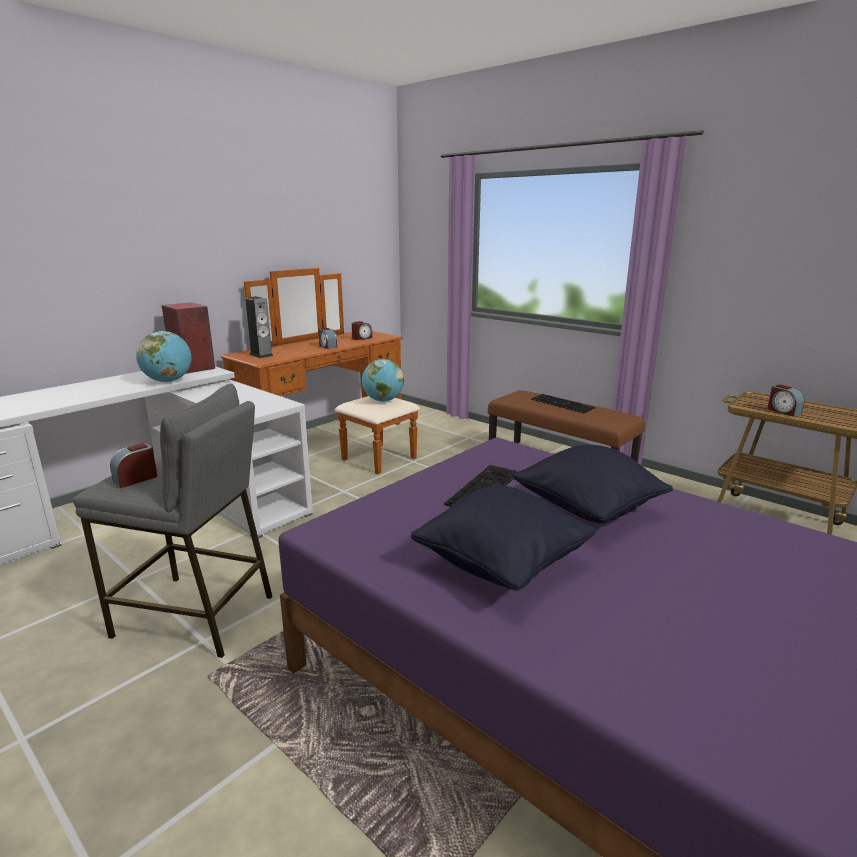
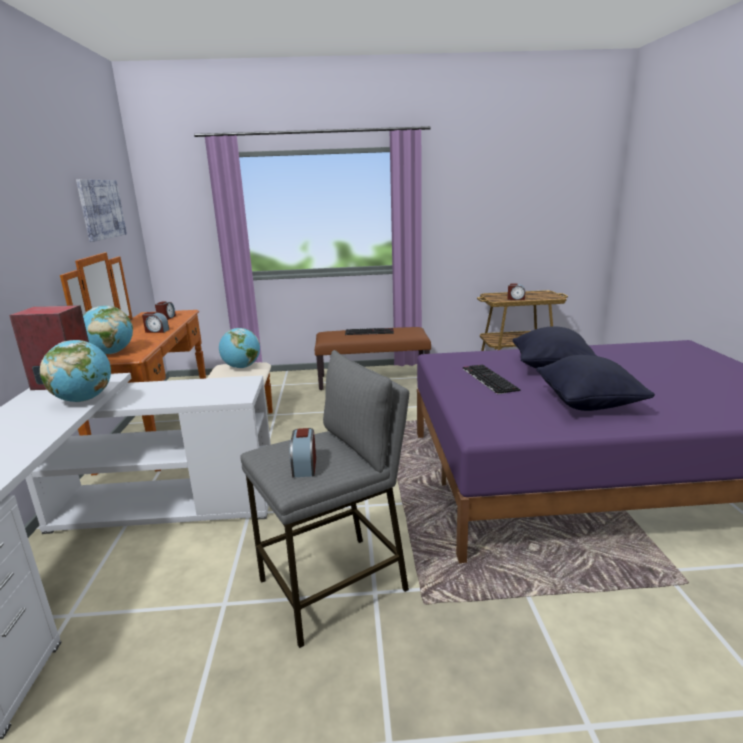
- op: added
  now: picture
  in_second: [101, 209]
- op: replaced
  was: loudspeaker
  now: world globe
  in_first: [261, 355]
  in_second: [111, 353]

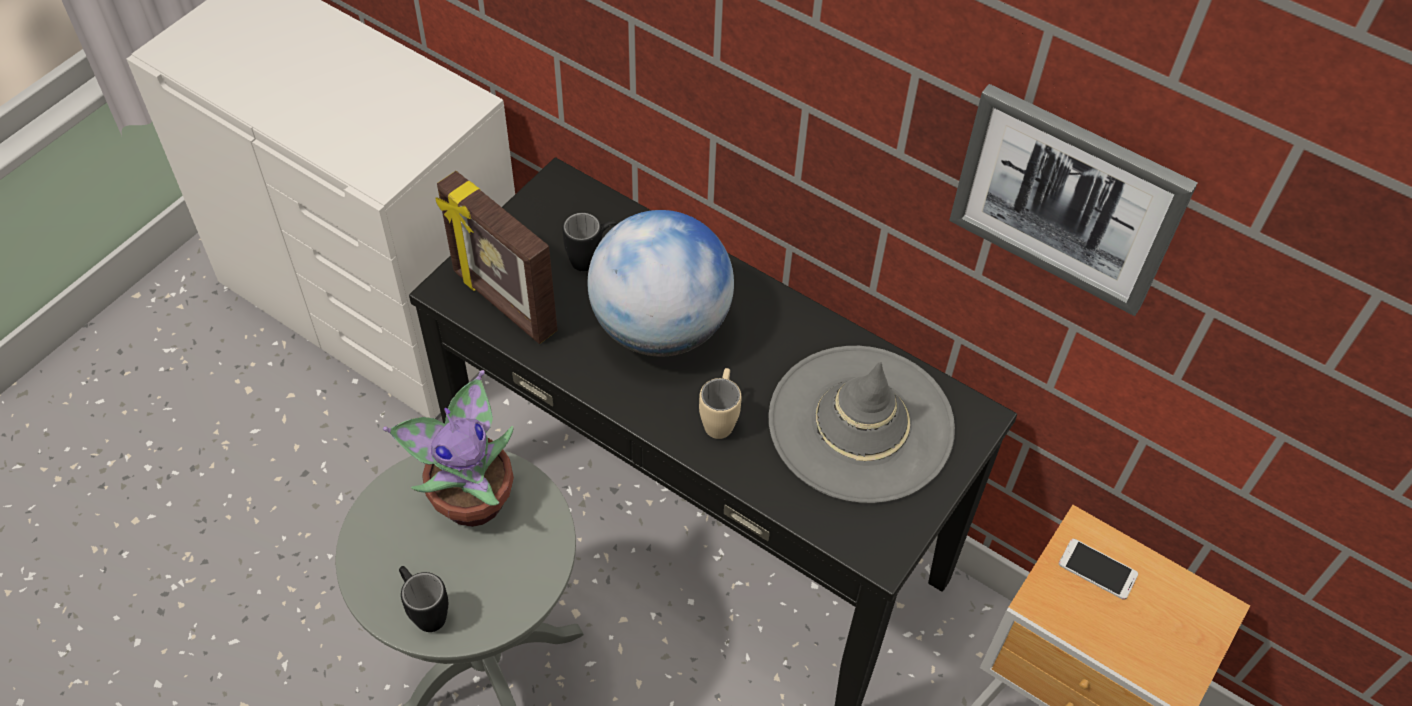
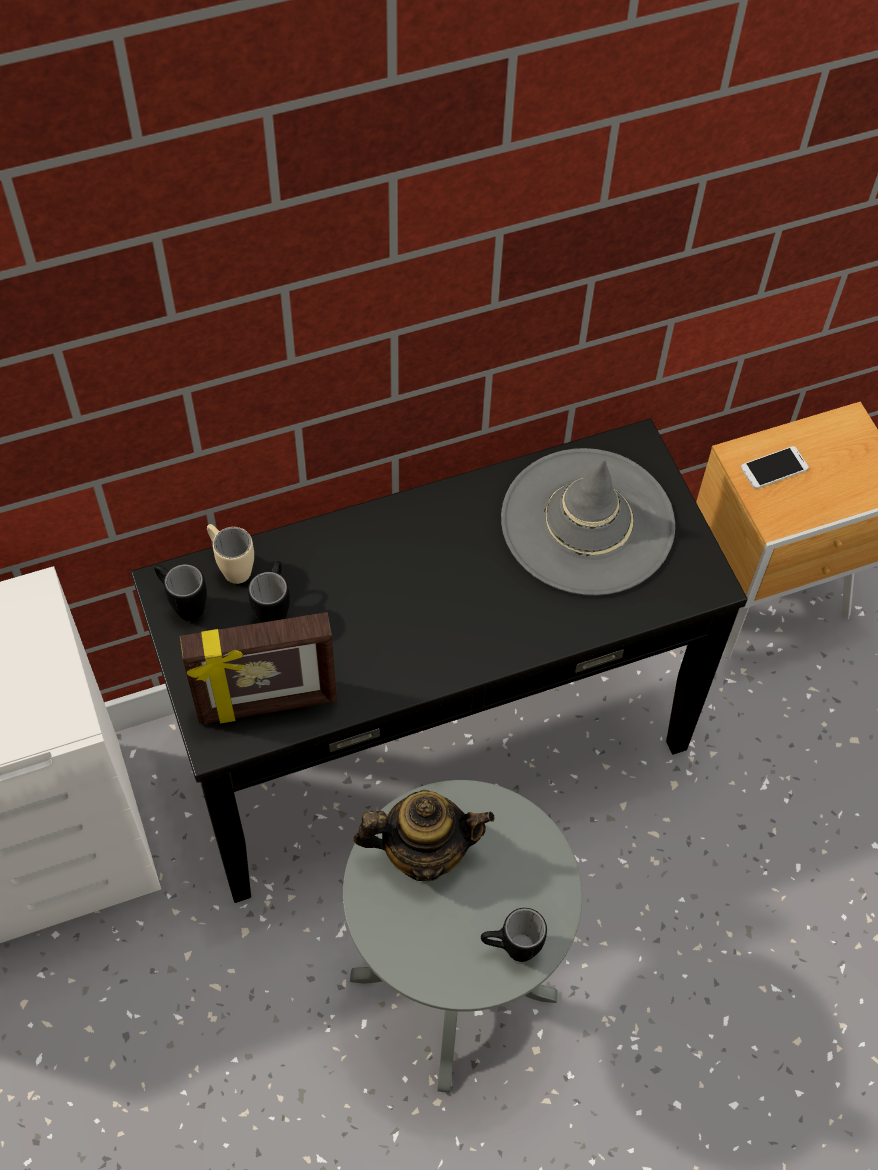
- op: added
  now: tea mug (blackish)
  in_second: [183, 604]
- op: moved
  was: tea mug (beige)
  in_first: [720, 418]
  in_second: [231, 566]
- op: replaced
  was: potted plant
  now: teapot
  in_first: [471, 497]
  in_second: [423, 851]
- op: removed
  was: world globe
  in_first: [660, 327]
- op: removed
  was: picture
  in_first: [1067, 198]

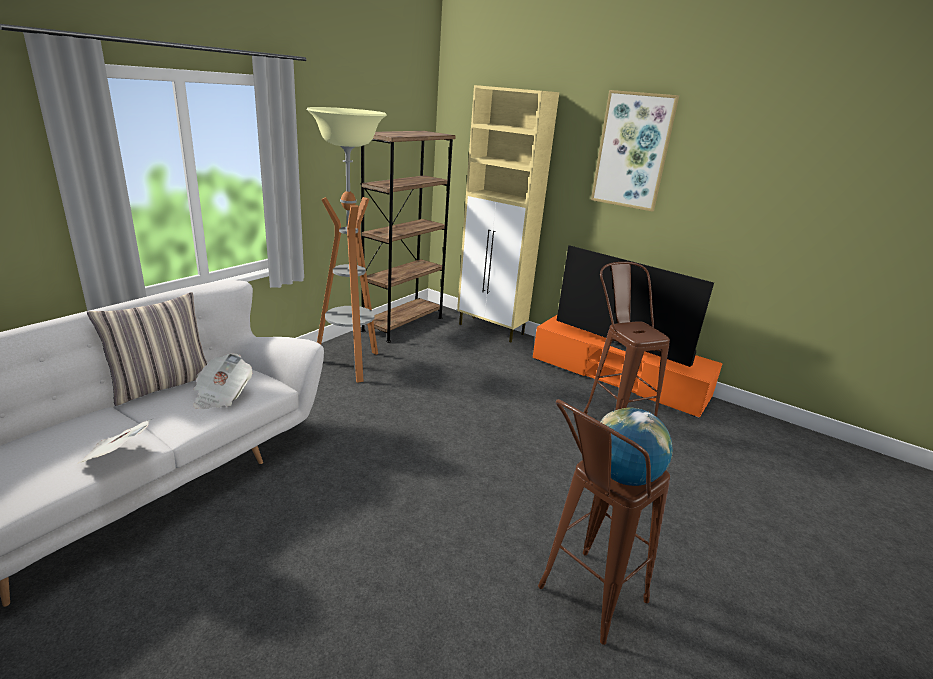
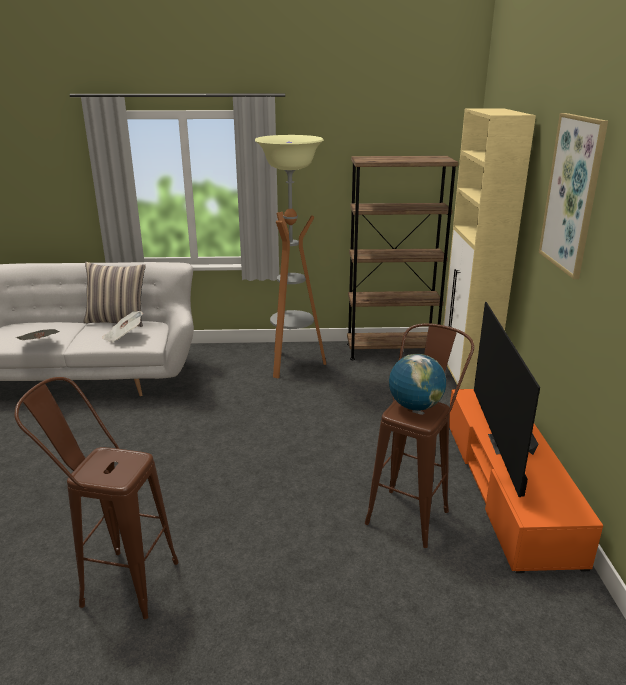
- op: moved
  was: world globe
  in_first: [624, 477]
  in_second: [415, 406]

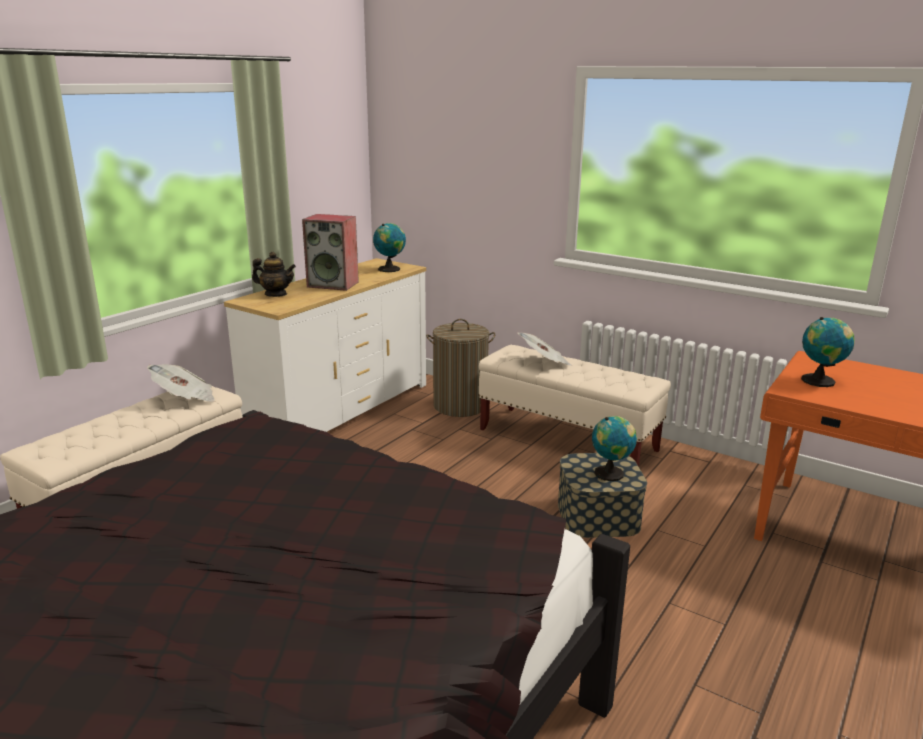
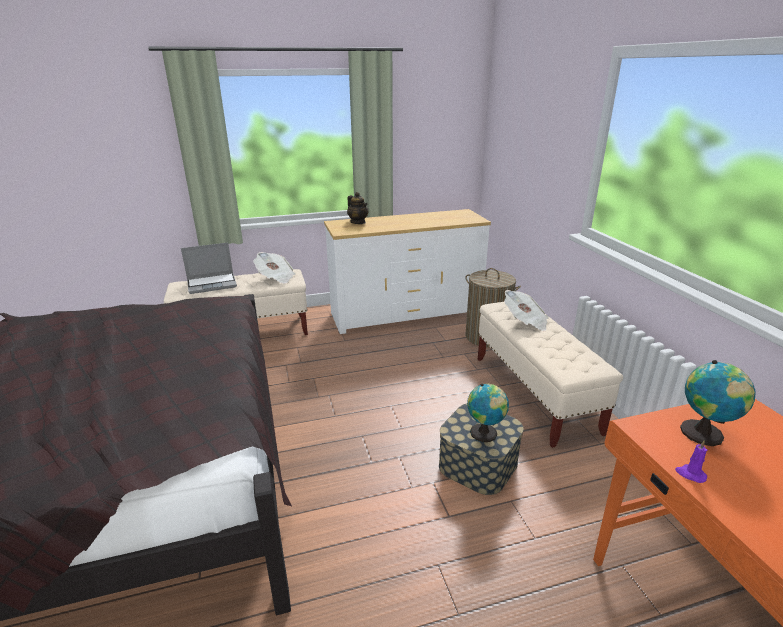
- op: added
  now: notebook computer
  in_second: [212, 284]
- op: added
  now: wax light (purple-coloured)
  in_second: [690, 474]
- op: removed
  was: loudspeaker
  in_first: [334, 284]
- op: removed
  was: world globe
  in_first: [390, 269]

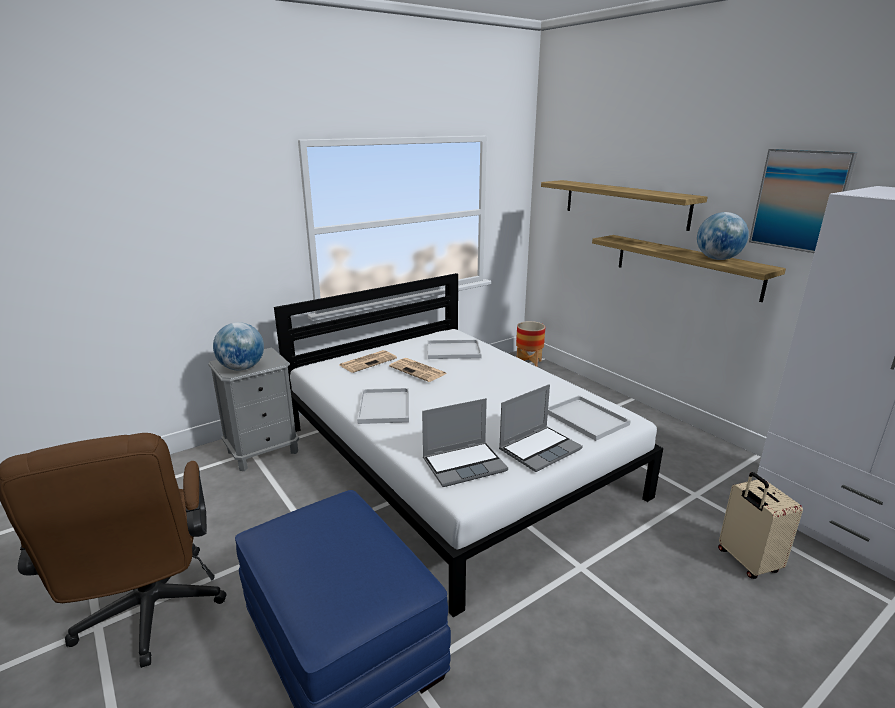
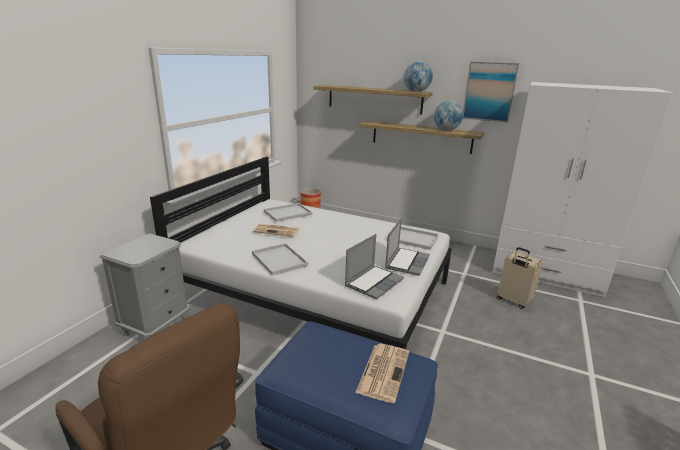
- op: moved
  was: printed paper
  in_first: [368, 361]
  in_second: [383, 371]
- op: moved
  was: world globe
  in_first: [242, 368]
  in_second: [416, 91]

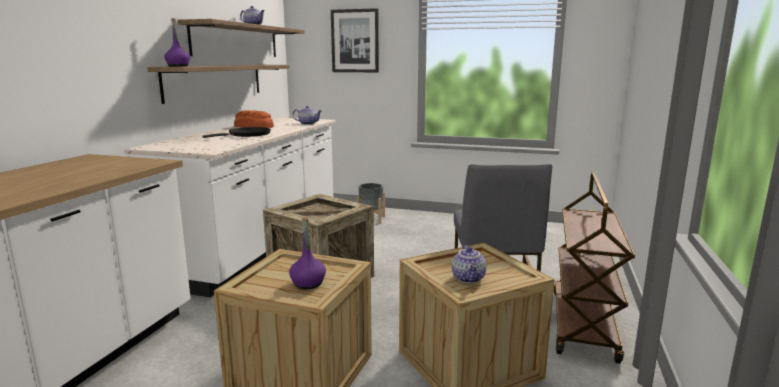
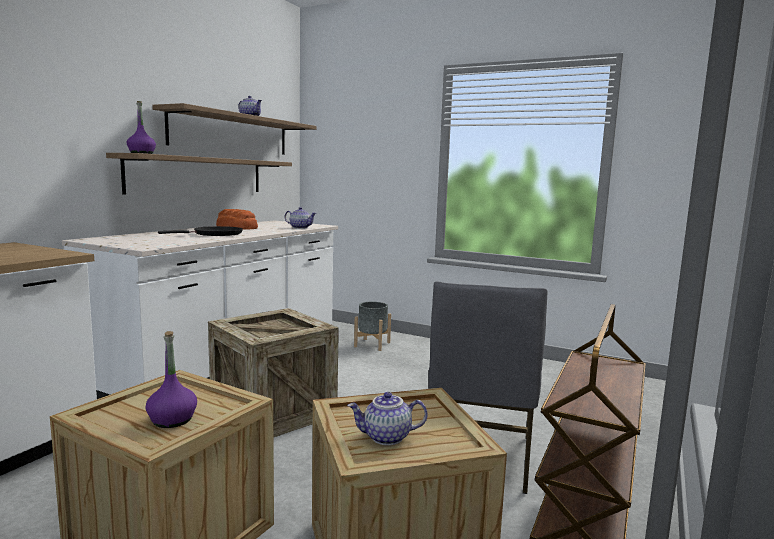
- op: turned
  was: teapot
  in_first: [469, 278]
  in_second: [386, 438]
  clockwise: 75
- op: removed
  was: picture
  in_first: [355, 41]

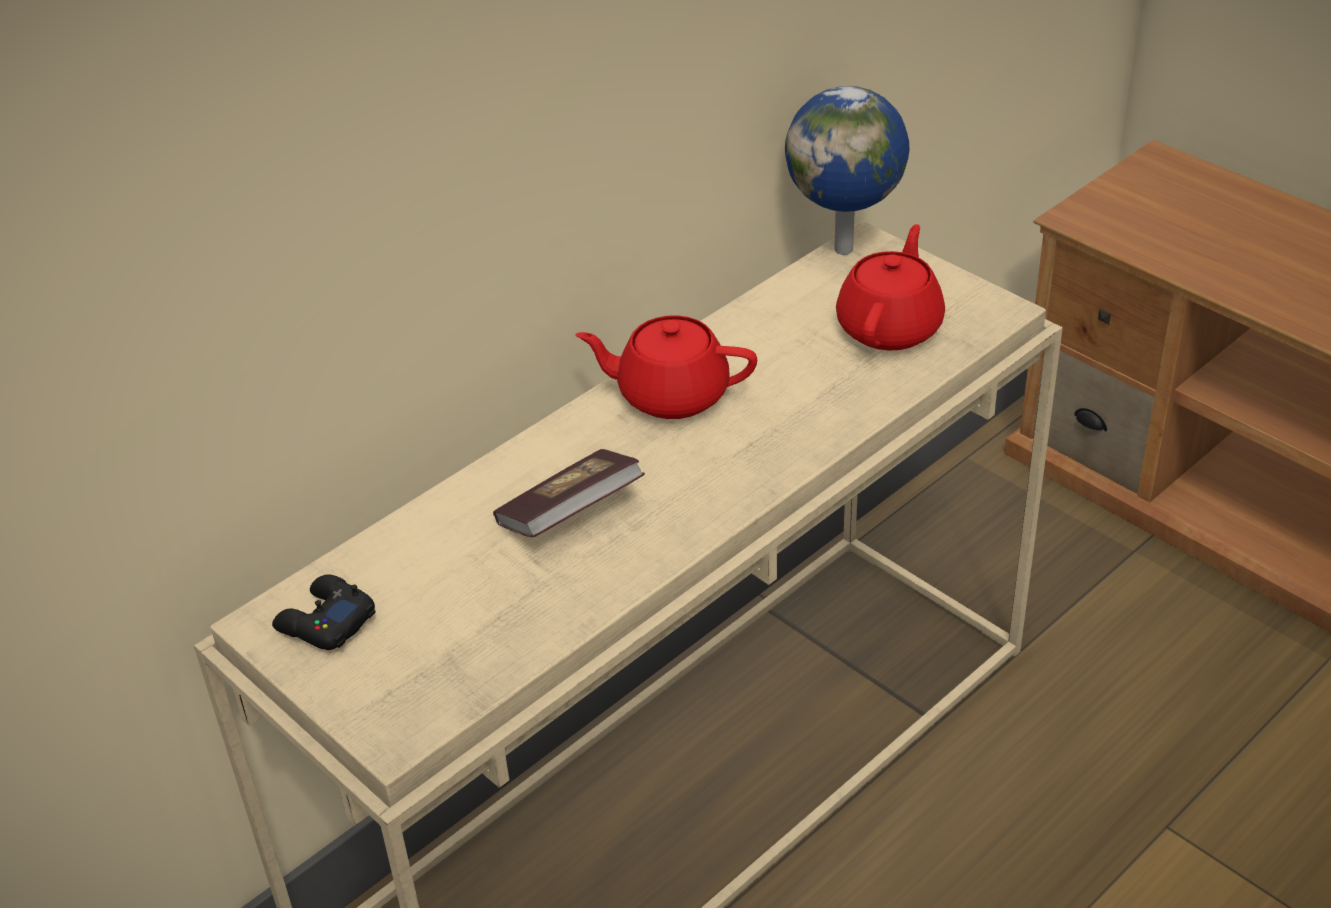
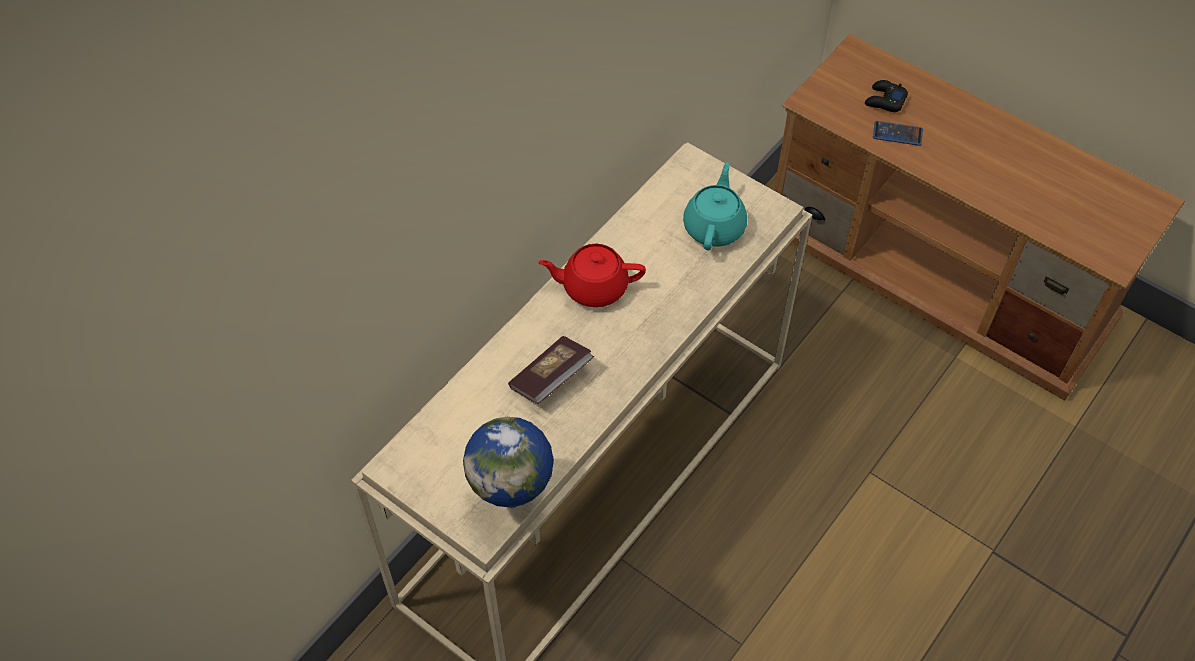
- op: moved
  was: world globe
  in_first: [846, 248]
  in_second: [514, 500]
- op: recoloured
  was: teapot (red)
  now: teapot (turquoise-coloured)
  in_first: [890, 327]
  in_second: [714, 227]
- op: moved
  was: gamepad (blackish)
  in_first: [325, 622]
  in_second: [884, 100]
- op: added
  now: telephone
  in_second: [897, 134]

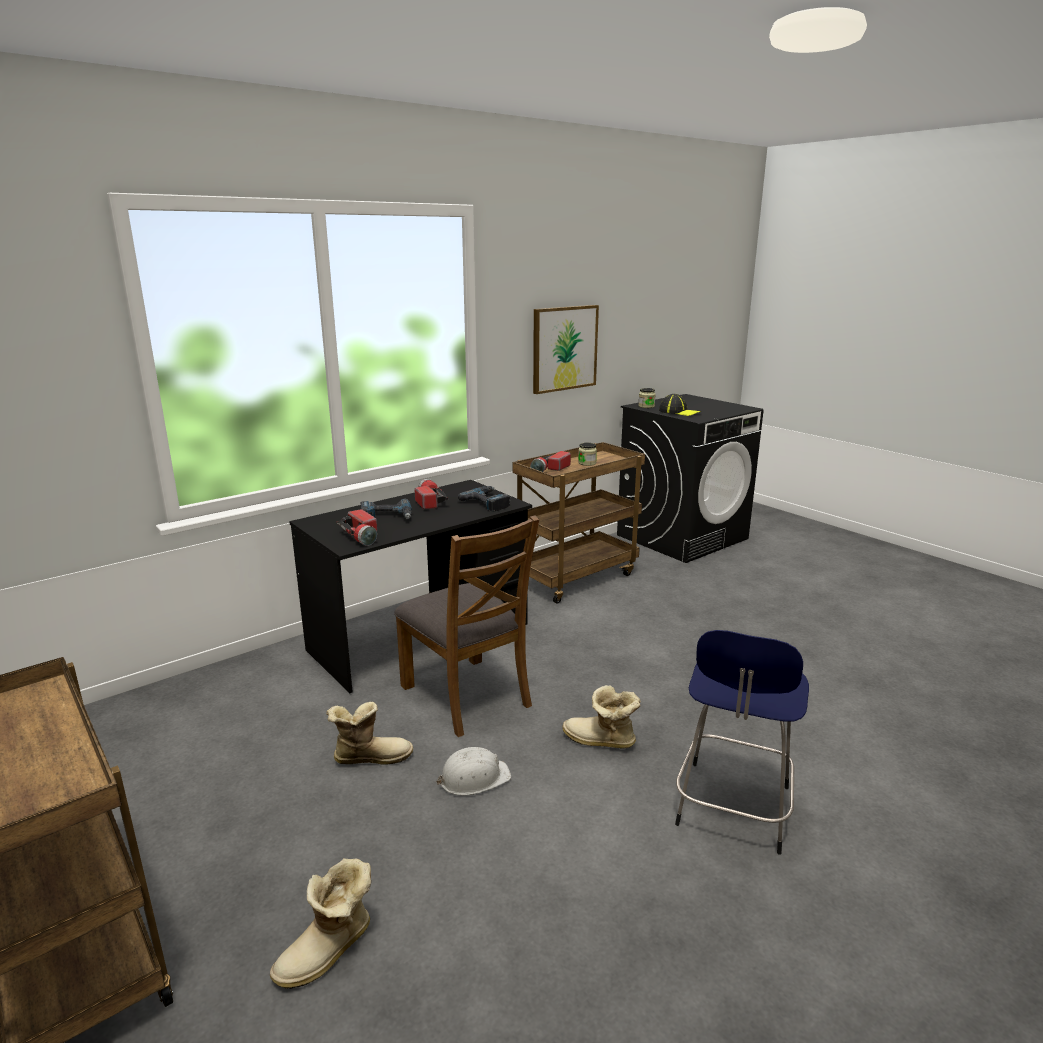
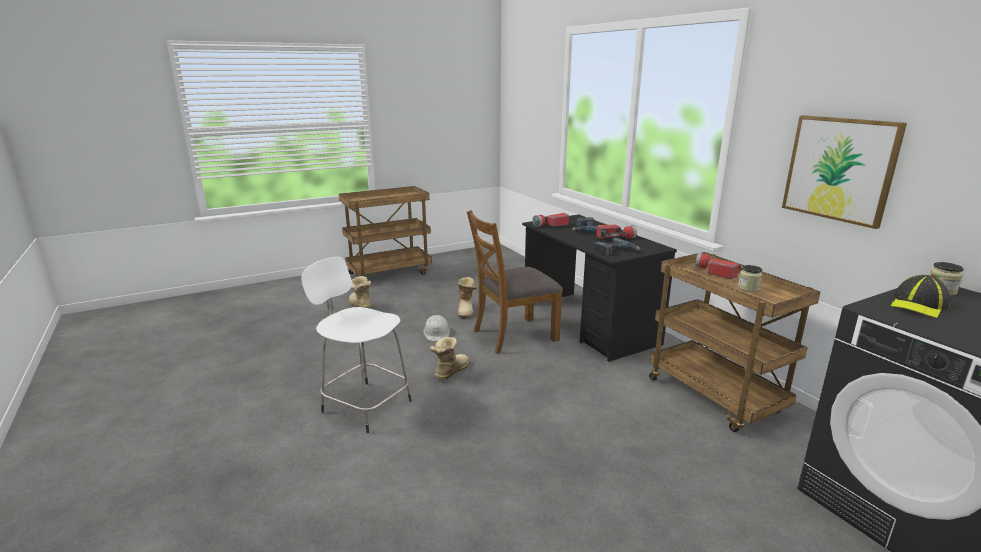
- op: recoloured
  was: sitting stool (blue-coloured)
  now: sitting stool (whitish)
  in_first: [732, 809]
  in_second: [364, 405]

